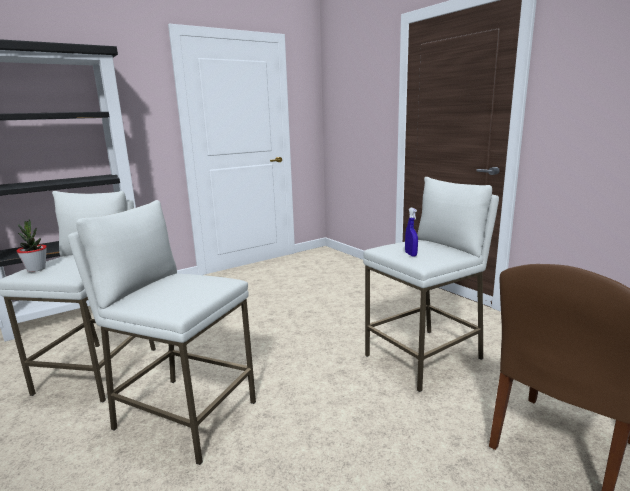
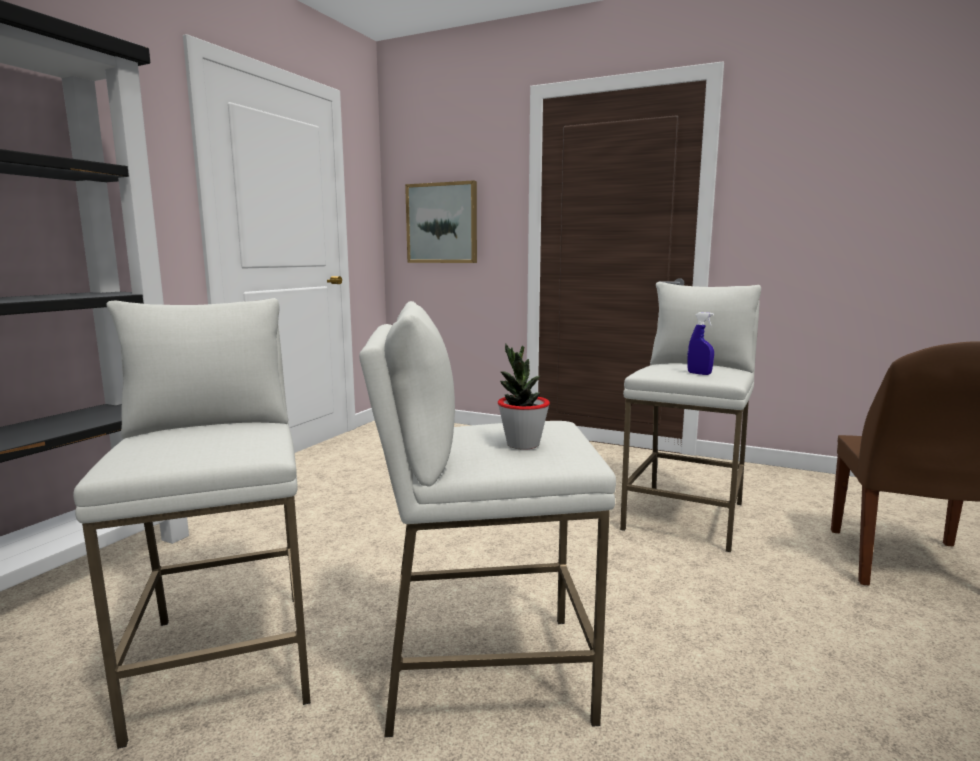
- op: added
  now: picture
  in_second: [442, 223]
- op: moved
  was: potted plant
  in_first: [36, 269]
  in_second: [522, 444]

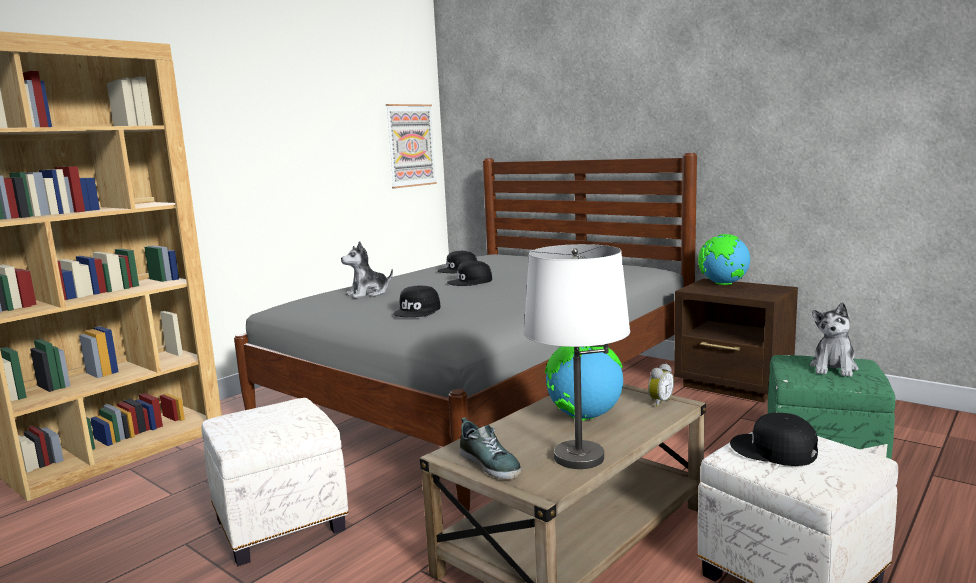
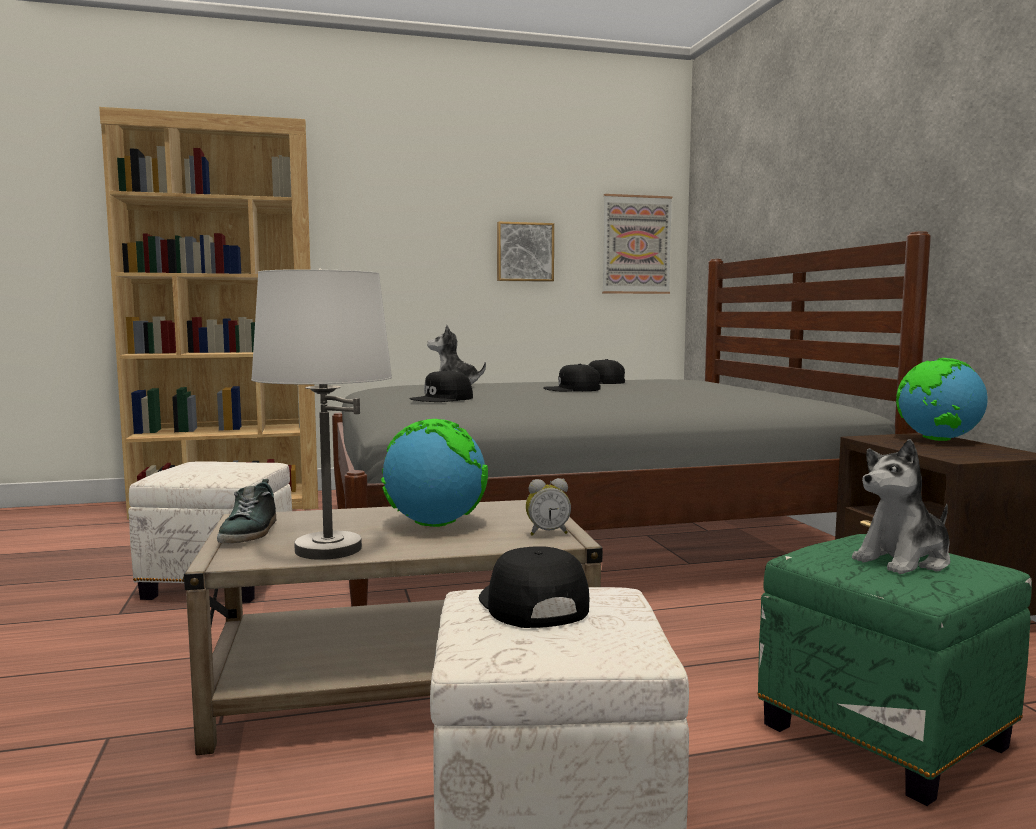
- op: added
  now: picture
  in_second: [524, 252]

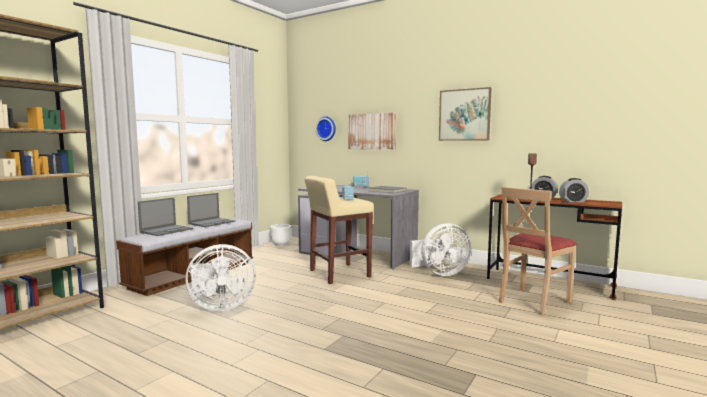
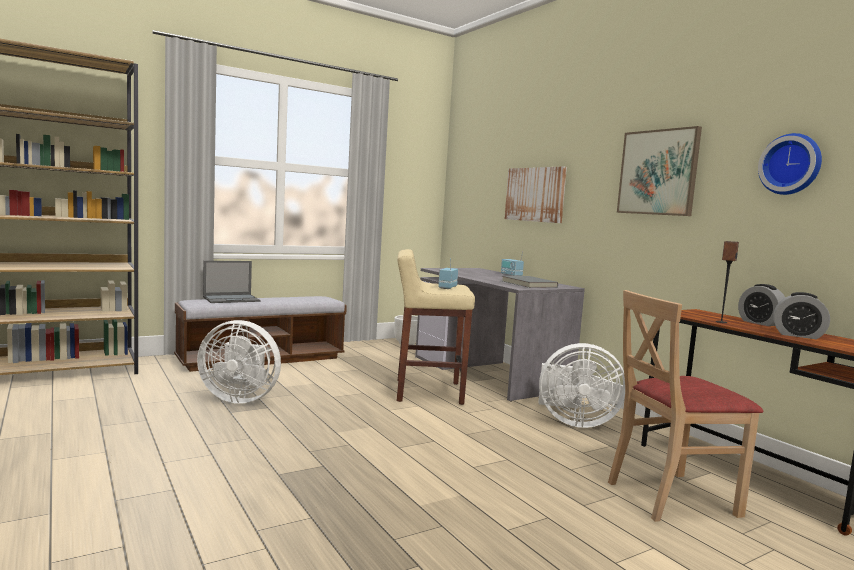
- op: moved
  was: hanging clock
  in_first: [326, 129]
  in_second: [791, 164]
- op: removed
  was: notebook computer
  in_first: [212, 222]

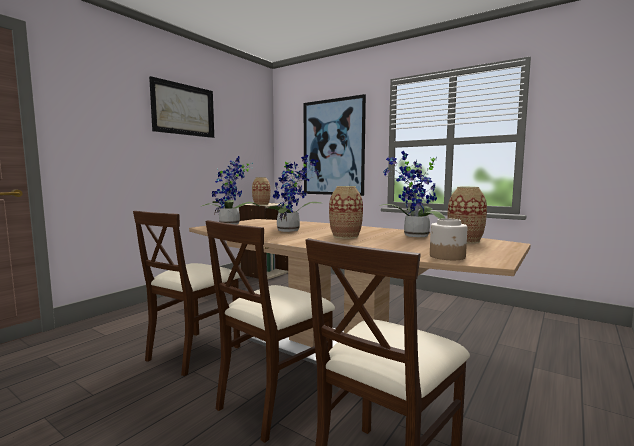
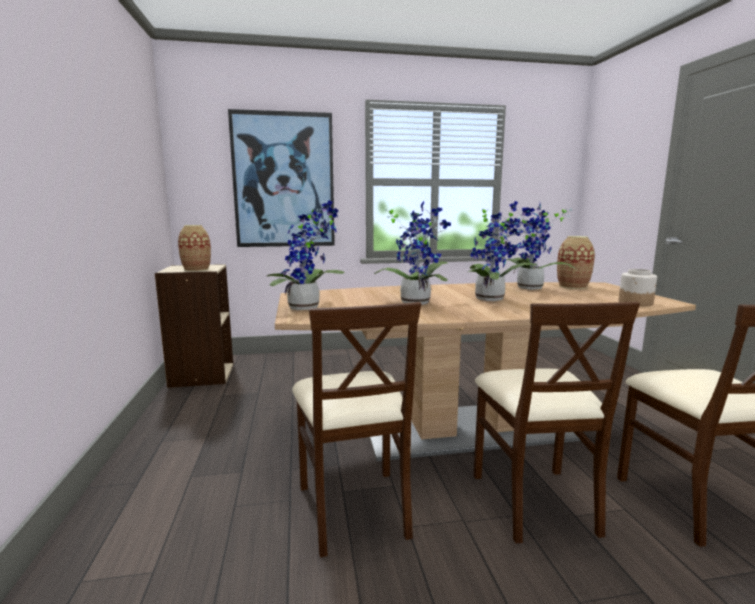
- op: replaced
  was: decorative vase
  now: potted plant
  in_first: [345, 236]
  in_second: [493, 298]
- op: removed
  was: picture
  in_first: [183, 109]

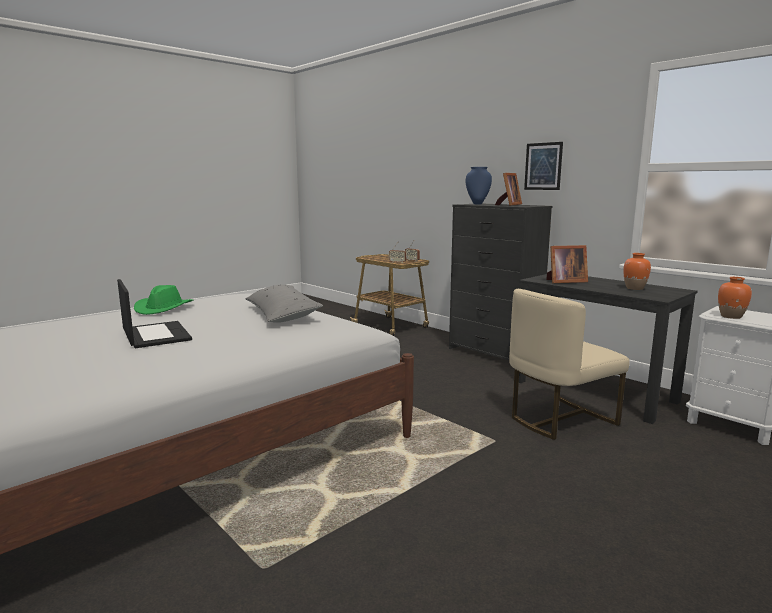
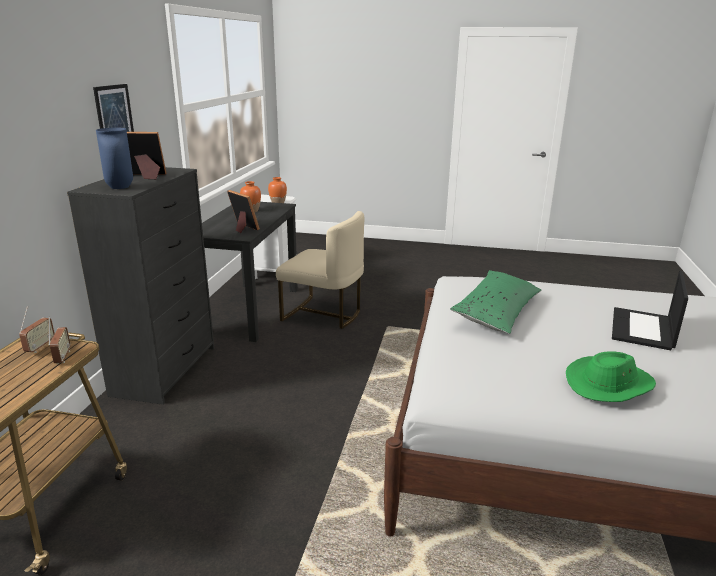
- op: recoloured
  was: throw pillow (gray)
  now: throw pillow (green)
  in_first: [282, 314]
  in_second: [497, 312]

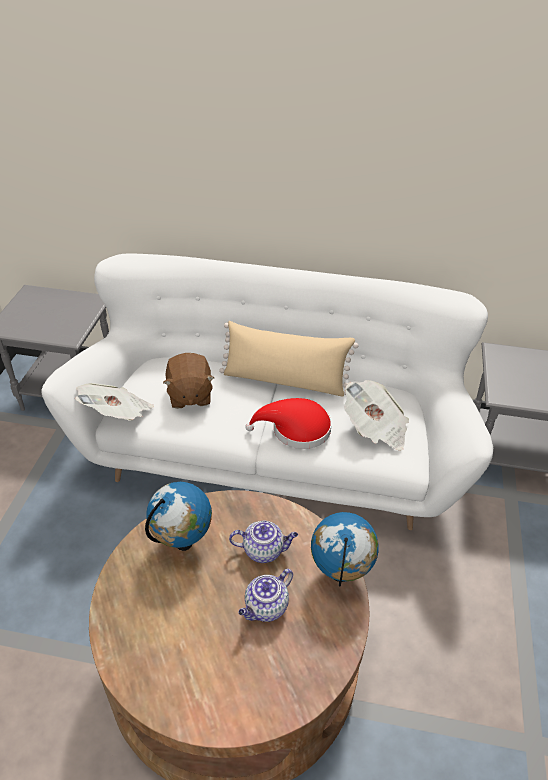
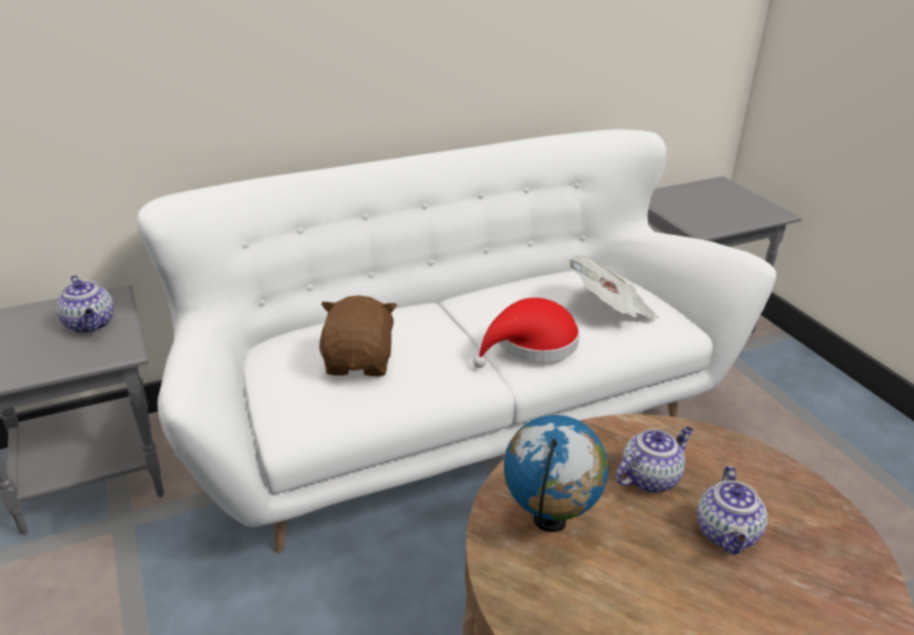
- op: added
  now: teapot
  in_second: [91, 325]
- op: turned
  was: plush toy (brownish)
  in_first: [189, 395]
  in_second: [359, 362]
  clockwise: -135
- op: removed
  was: printed paper
  in_first: [118, 414]
- op: removed
  was: throw pillow (beige)
  in_first: [285, 381]
- op: removed
  was: world globe
  in_first: [340, 574]

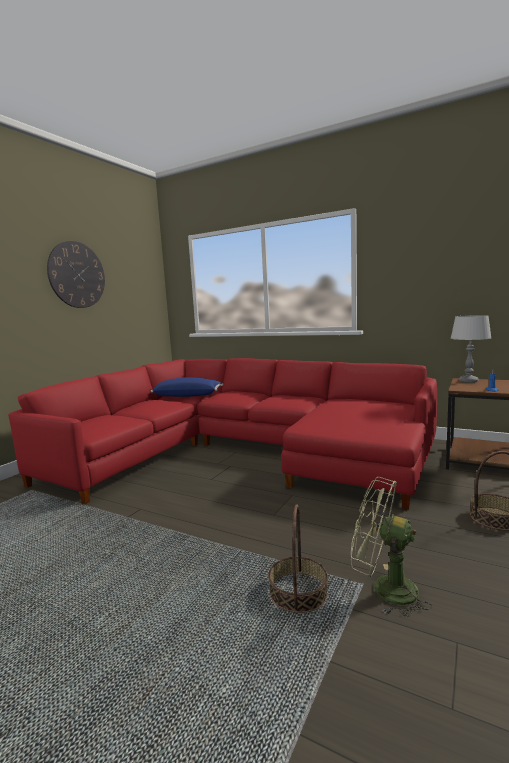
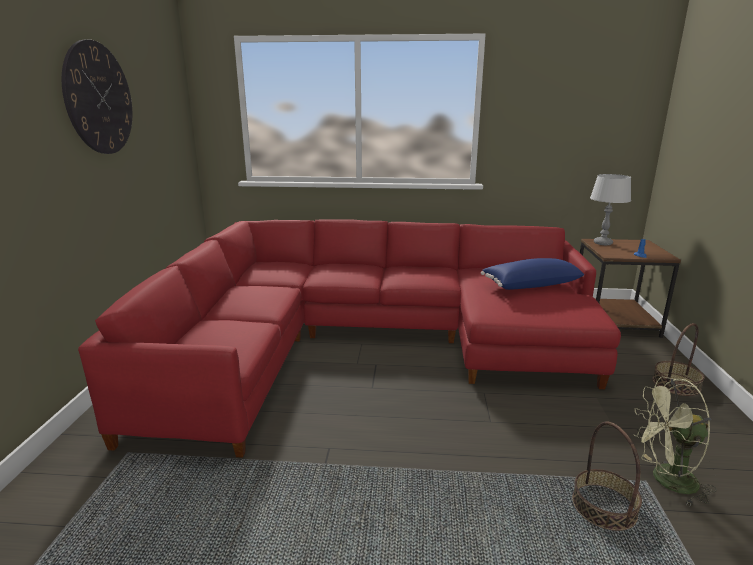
- op: moved
  was: throw pillow (blue-coloured)
  in_first: [188, 395]
  in_second: [530, 284]

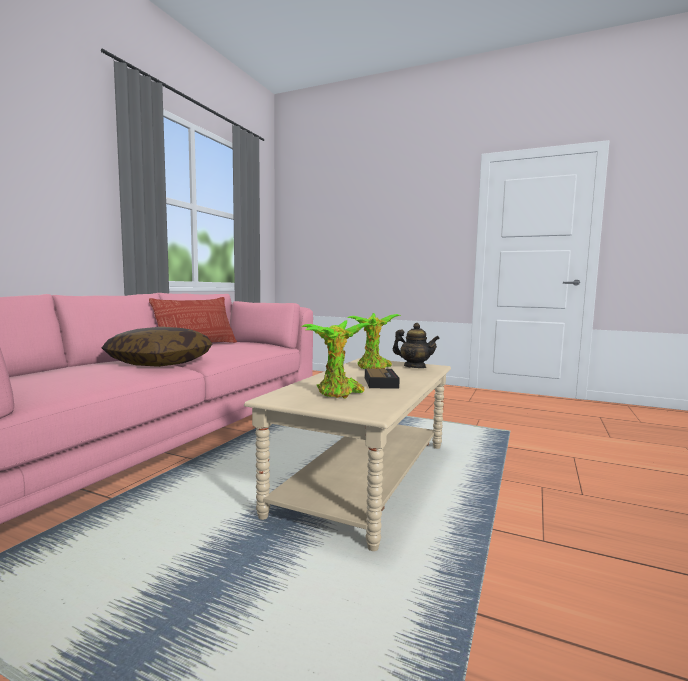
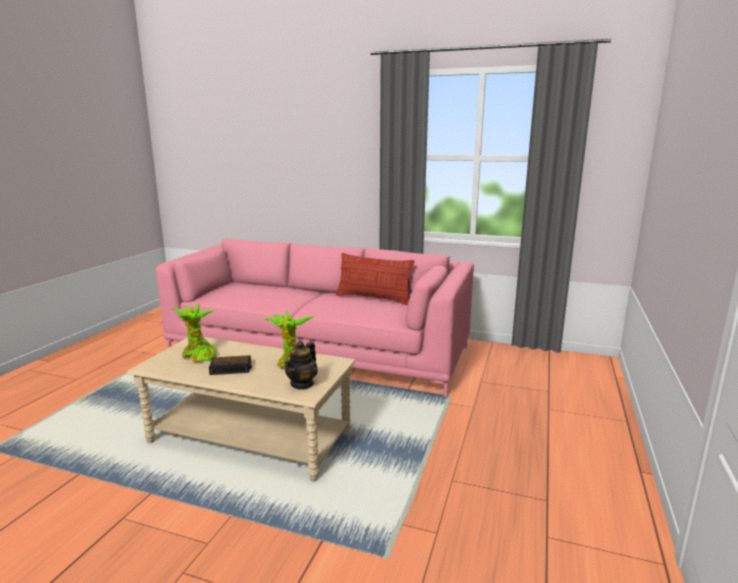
- op: removed
  was: throw pillow
  in_first: [160, 363]

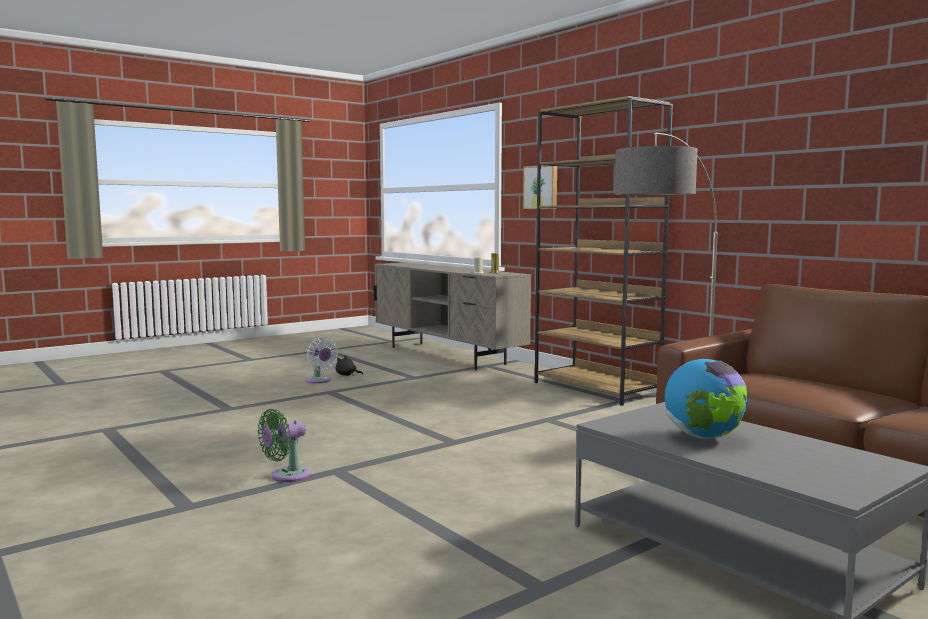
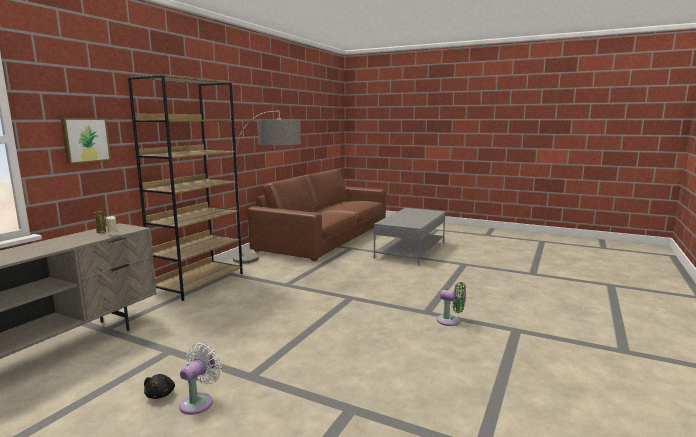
- op: removed
  was: world globe
  in_first: [703, 437]

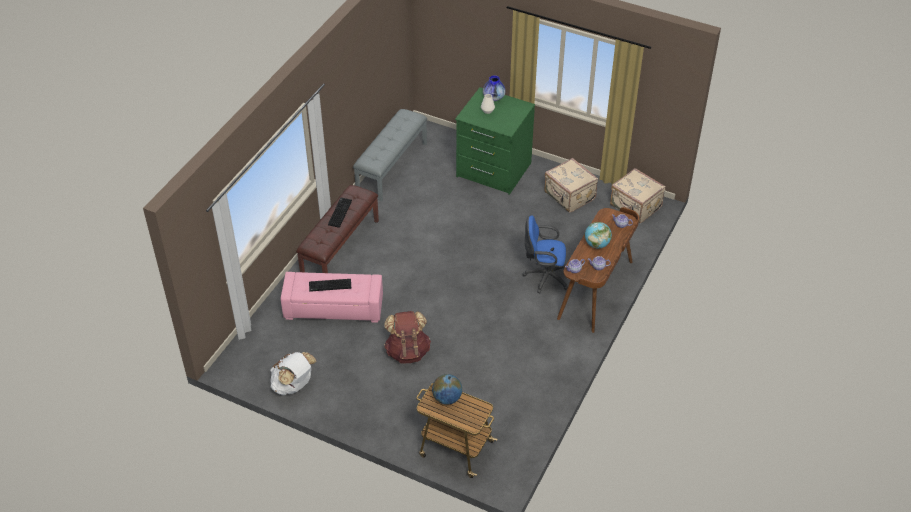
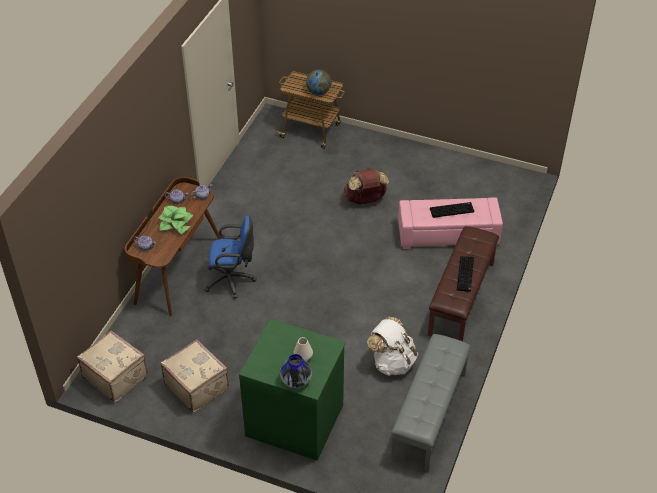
- op: replaced
  was: world globe
  now: potted plant
  in_first: [597, 244]
  in_second: [175, 223]
- op: moved
  was: knapsack (whitish)
  in_first: [293, 385]
  in_second: [392, 362]

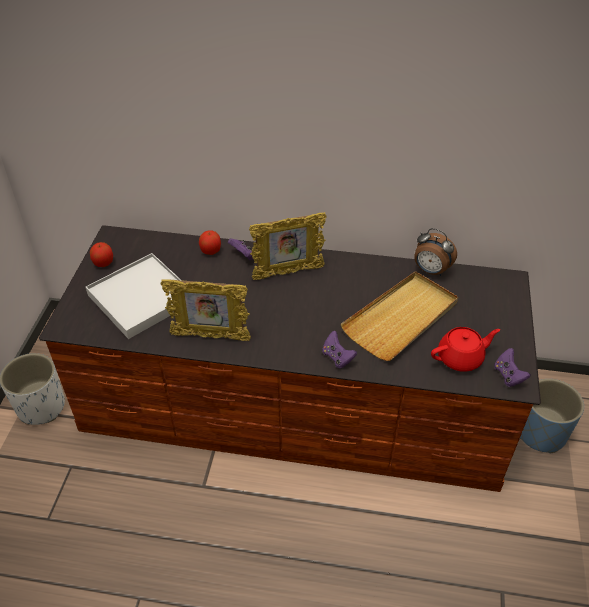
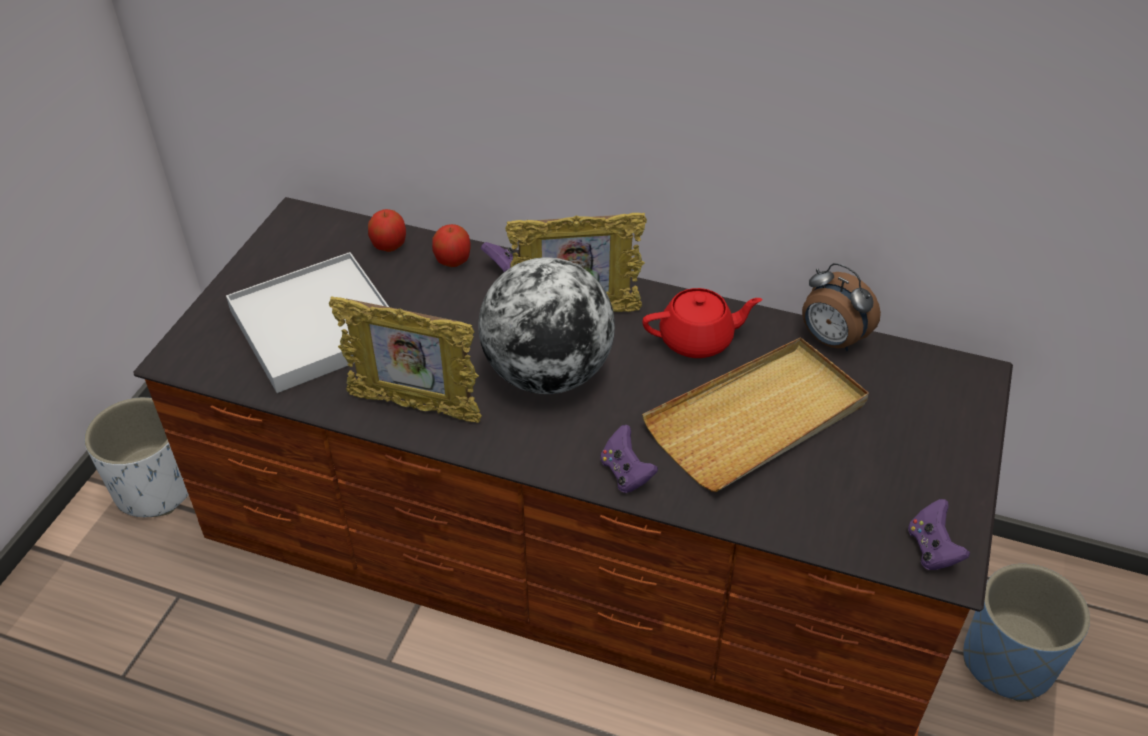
- op: moved
  was: whole apple
  in_first: [104, 263]
  in_second: [389, 246]
- op: added
  now: world globe
  in_second: [547, 374]
- op: moved
  was: teapot (red)
  in_first: [461, 358]
  in_second: [697, 340]

